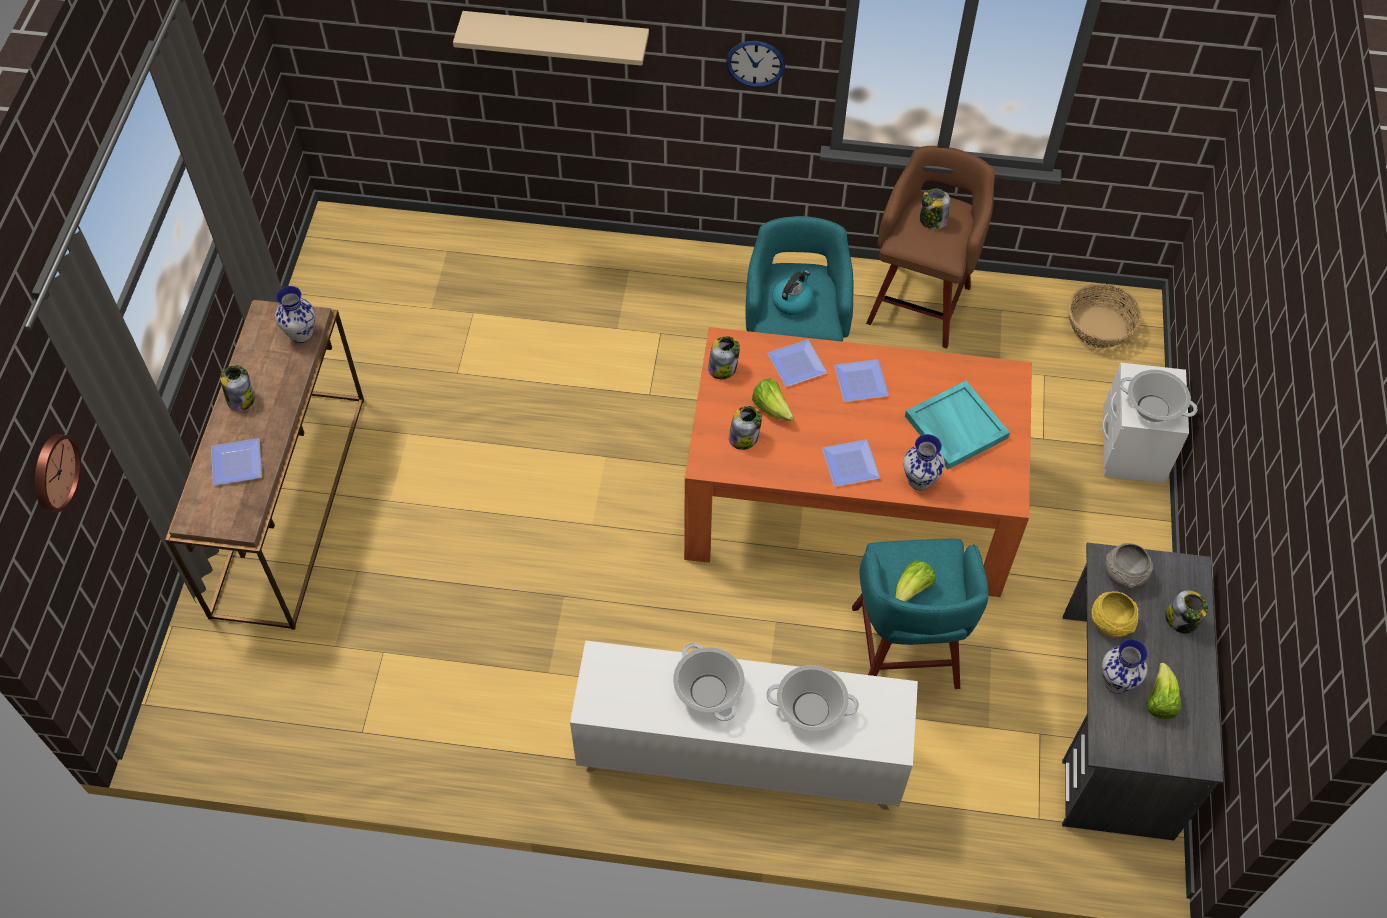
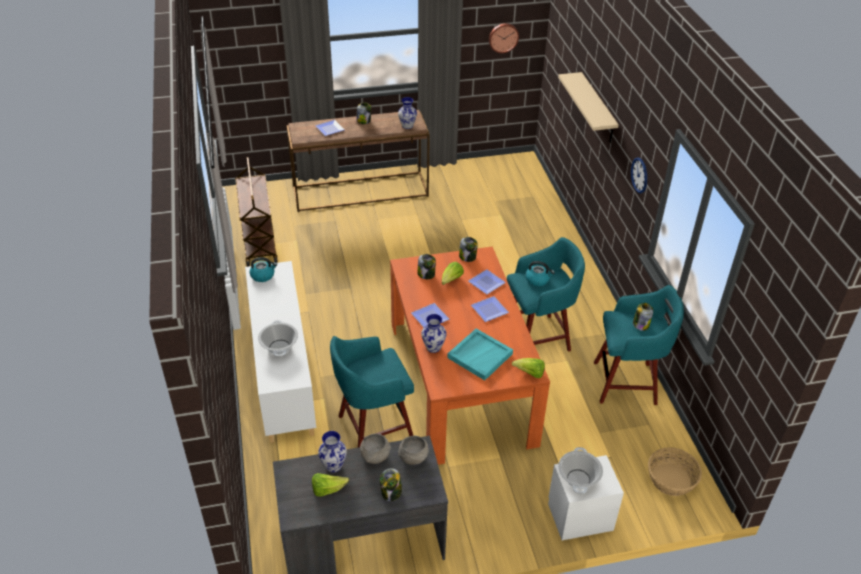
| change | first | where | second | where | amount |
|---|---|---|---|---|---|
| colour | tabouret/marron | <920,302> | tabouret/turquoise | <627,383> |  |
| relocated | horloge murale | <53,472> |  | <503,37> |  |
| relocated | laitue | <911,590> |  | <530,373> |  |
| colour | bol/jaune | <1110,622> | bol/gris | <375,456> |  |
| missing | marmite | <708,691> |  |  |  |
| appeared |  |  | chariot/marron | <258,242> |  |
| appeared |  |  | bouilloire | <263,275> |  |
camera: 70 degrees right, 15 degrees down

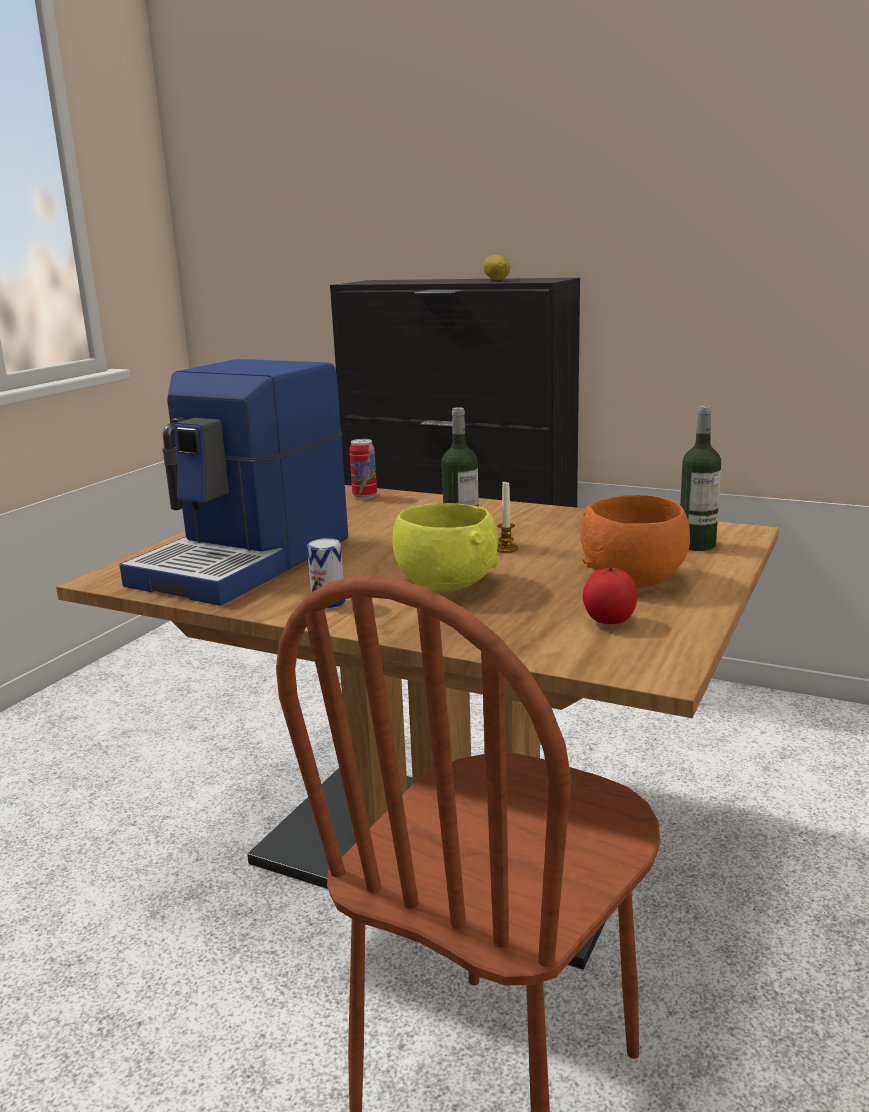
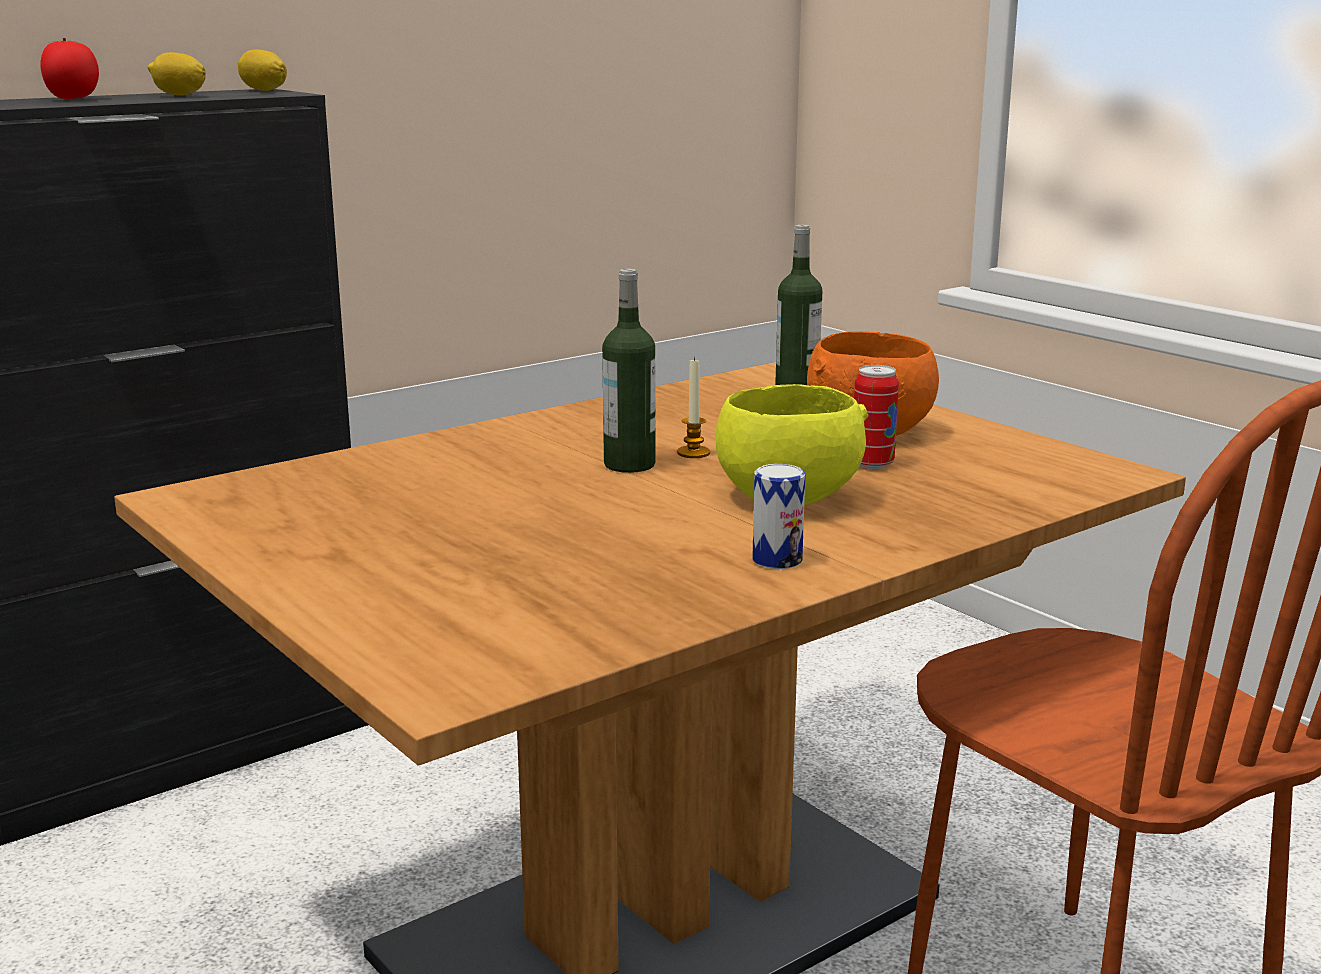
| change | first | where | second | where | amount |
|---|---|---|---|---|---|
| missing | machine à café | <247,560> |  |  |  |
| relocated | boîte métallique | <364,496> |  | <872,464> |  |
| relocated | tomate | <608,622> |  | <72,99> |  |
| appeared |  |  | citron | <263,90> |  |
camera: 65 degrees left, 0 degrees up

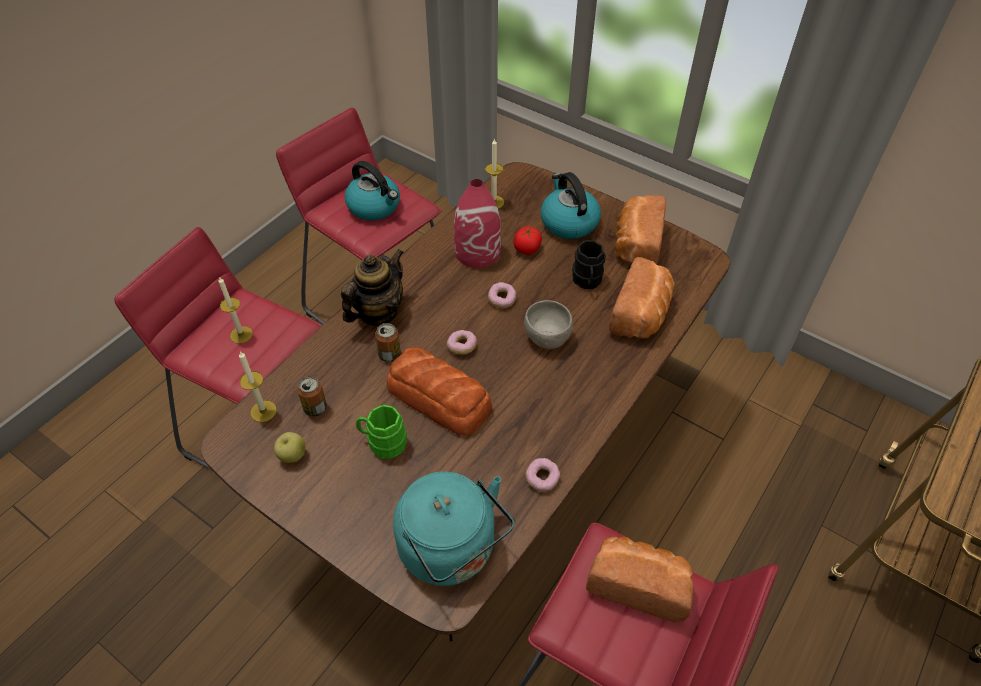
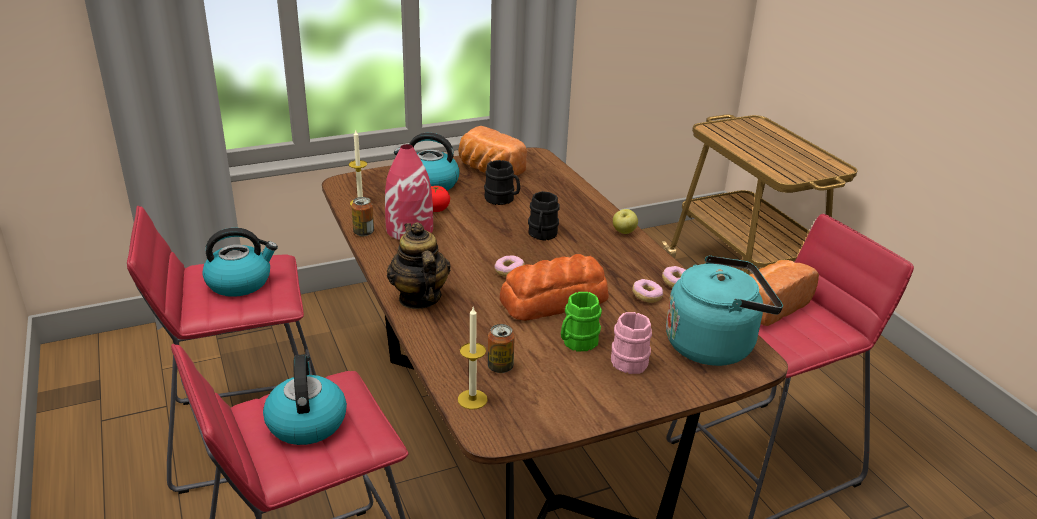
| change | first | where | second | where | amount |
|---|---|---|---|---|---|
| missing | pain | <641,315> |  |  |  |
| exchanged | bougie | <241,335> | bouilloire | <306,422> |  |
| relocated | beignet | <502,300> |  | <647,297> |  |
| exchanged | bol/gris | <546,339> | mug/noir | <542,235> |  |
| relocated | boîte métallique | <389,355> |  | <363,232> |  |
| relocated | pomme | <292,455> |  | <624,232> |  |
| appeared |  |  | mug/rose | <628,358> |  |
camera: 60 degrees left, 20 degrees down

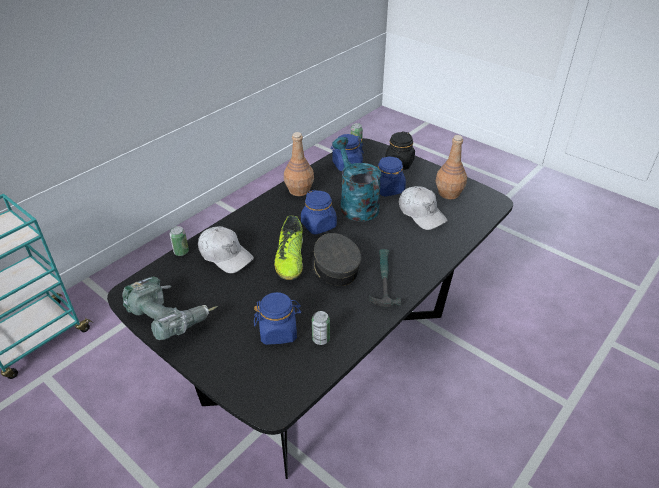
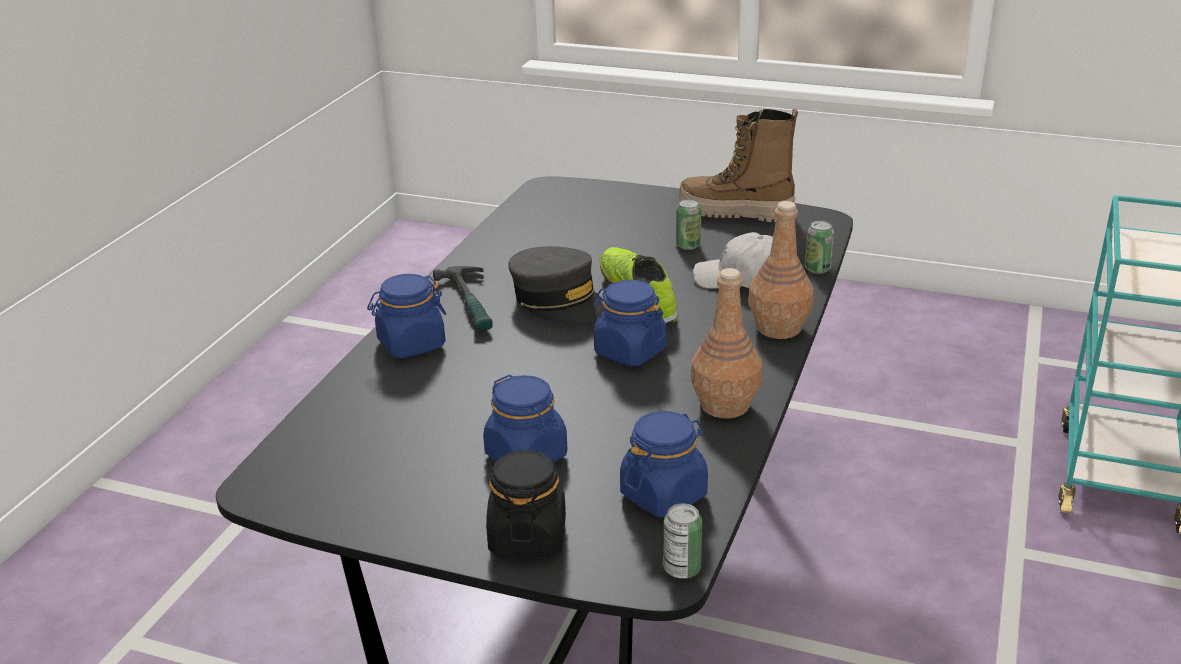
| change | first | where | second | where | amount |
|---|---|---|---|---|---|
| relocated | bouteille/marron | <448,193> |  | <779,328> |  |
| missing | arrosoir/turquoise | <355,204> |  |  |  |
| missing | casquette/blanc | <421,214> |  |  |  |
| exchanged | perceuse | <170,319> | botte | <735,213> |  |
| relocated | bocal/bleu | <278,332> |  | <411,344> |  |
| relocated | boîte métallique | <321,339> |  | <688,245> |  |
camera: 160 degrees right, 10 degrees down

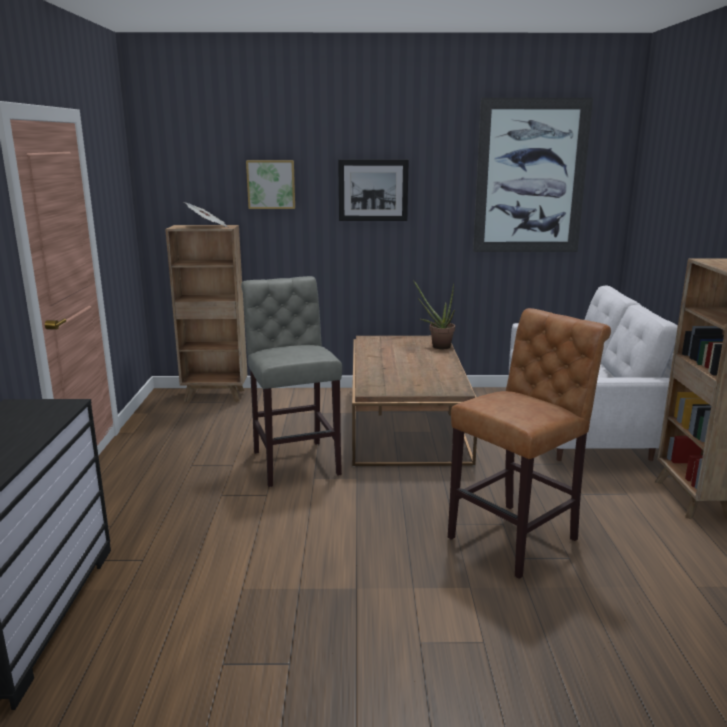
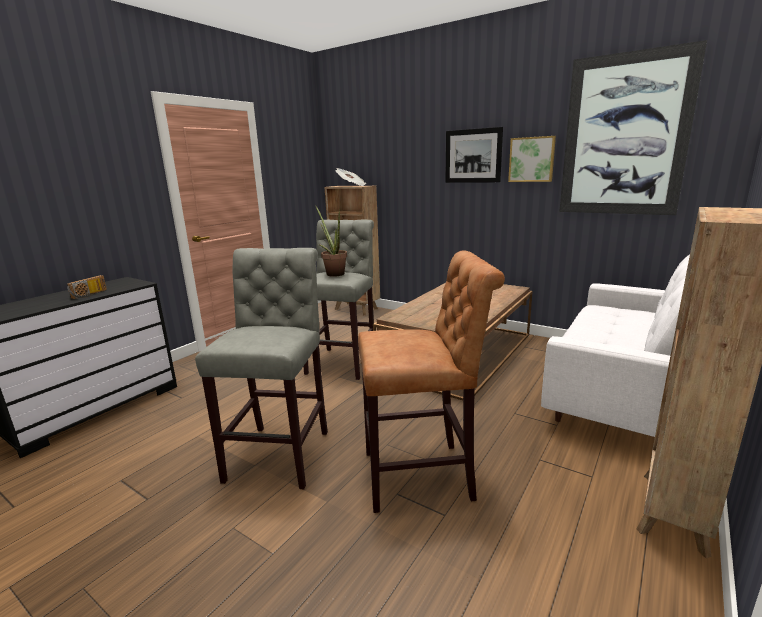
| change | first | where | second | where | amount |
|---|---|---|---|---|---|
| relocated | tableau | <271,184> |  | <531,159> |  |
| relocated | plante en pot | <437,346> |  | <333,273> |  |
| appeared |  |  | tabouret/gris | <281,452> |  |
| appeared |  |  | radio | <90,294> |  |
camera: 35 degrees right, 0 degrees up

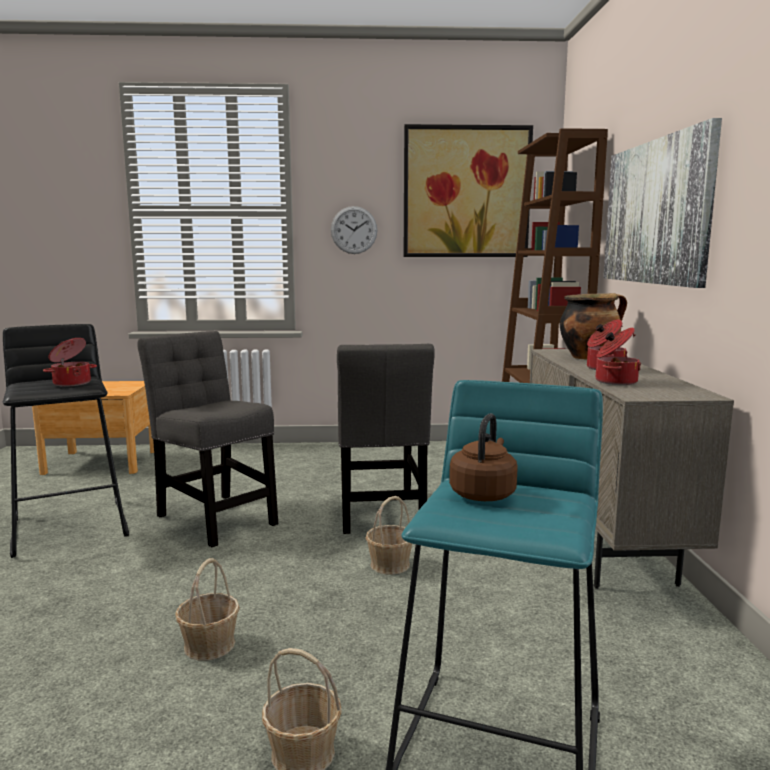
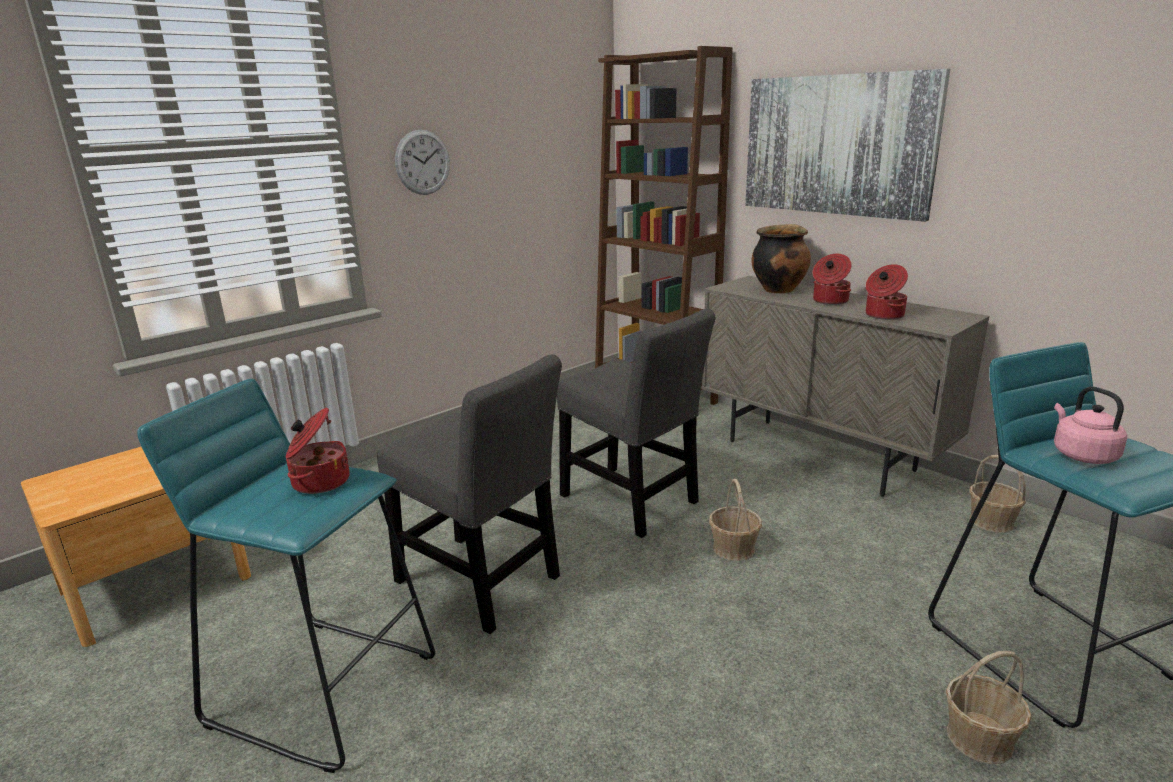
| change | first | where | second | where | amount |
|---|---|---|---|---|---|
| missing | tableau | <466,192> |  |  |  |
| colour | tabouret/noir | <71,526> | tabouret/turquoise | <323,687> |  |
| spun | chaise/gris | <214,517> |  | <482,583> | 150 degrees counterclockwise |
| colour | bouilloire/marron | <483,493> | bouilloire/rose | <1081,455> |  |
| relocated | panier | <209,645> |  | <991,522> |  |
camera: 40 degrees left, 10 degrees up

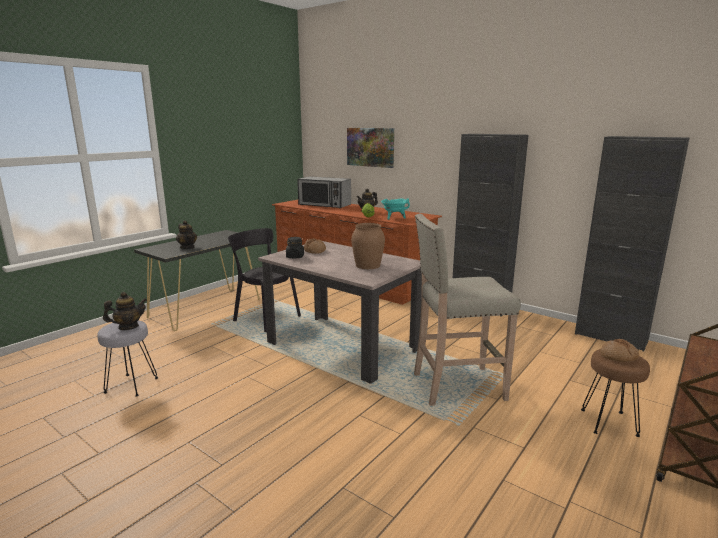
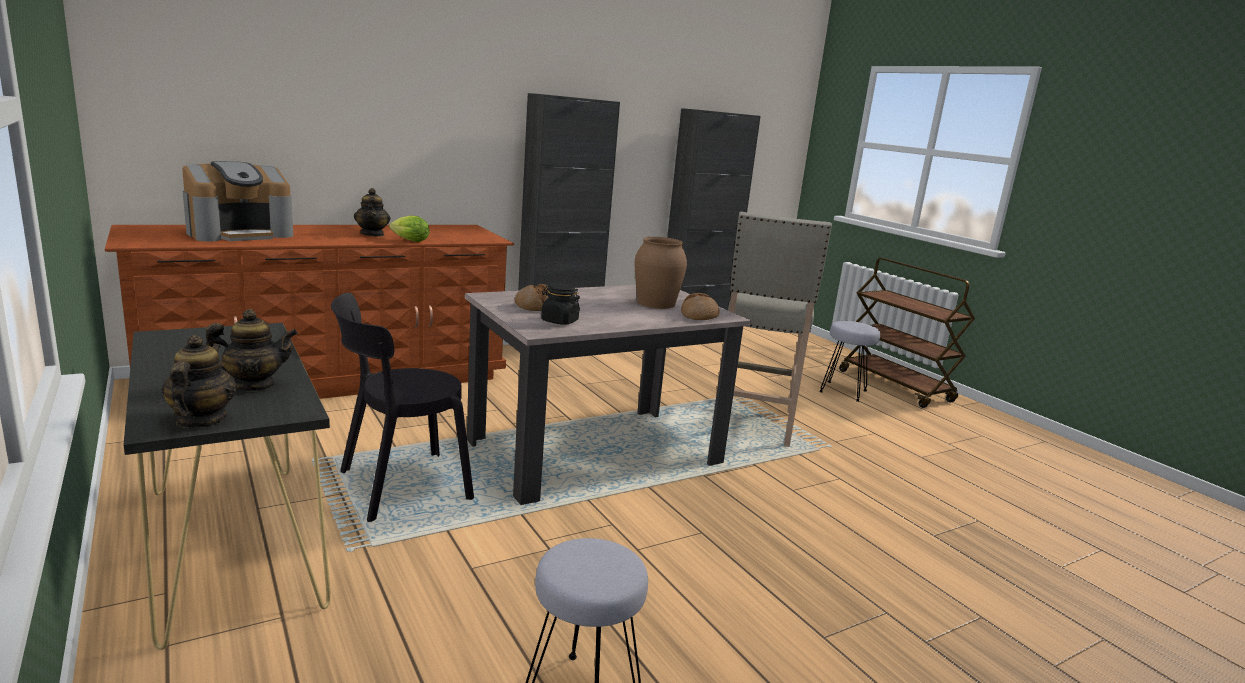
| change | first | where | second | where | amount |
|---|---|---|---|---|---|
| missing | tableau | <370,147> |  |  |  |
| exchanged | micro-ondes | <324,205> | machine à café | <240,234> |  |
| missing | marmite/turquoise | <394,218> |  |  |  |
| relocated | théière | <128,327> |  | <201,420> |  |
| relocated | pain | <618,356> |  | <699,315> |  |
| colour | tabouret/marron | <609,423> | tabouret/gris | <843,392> |  |
camera: 70 degrees left, 0 degrees up

